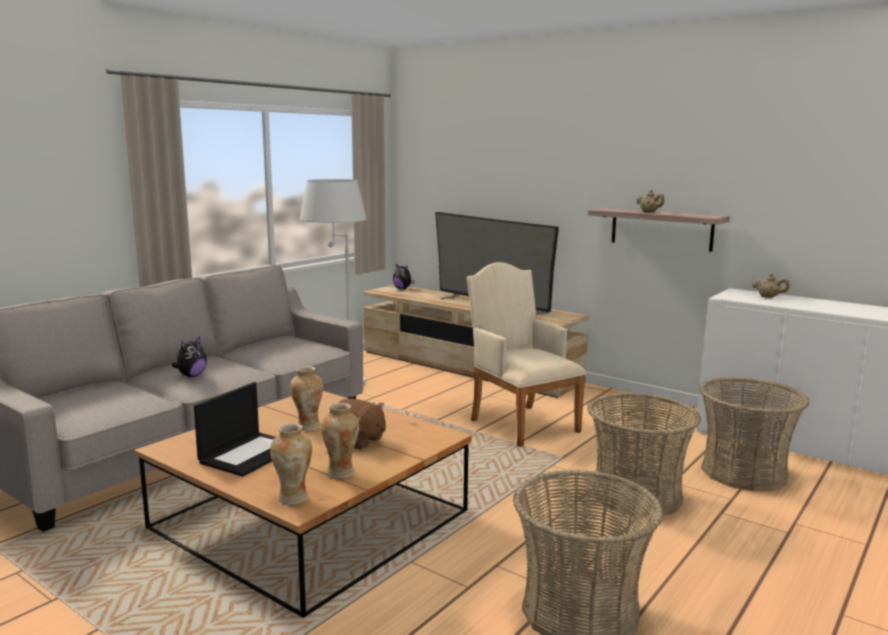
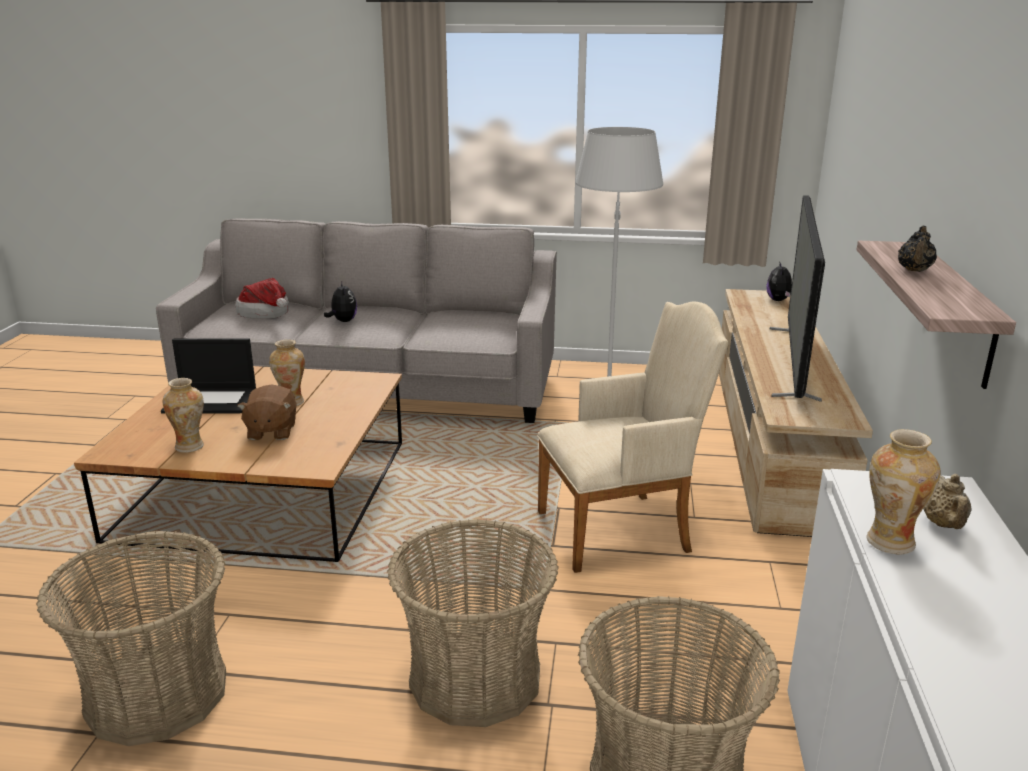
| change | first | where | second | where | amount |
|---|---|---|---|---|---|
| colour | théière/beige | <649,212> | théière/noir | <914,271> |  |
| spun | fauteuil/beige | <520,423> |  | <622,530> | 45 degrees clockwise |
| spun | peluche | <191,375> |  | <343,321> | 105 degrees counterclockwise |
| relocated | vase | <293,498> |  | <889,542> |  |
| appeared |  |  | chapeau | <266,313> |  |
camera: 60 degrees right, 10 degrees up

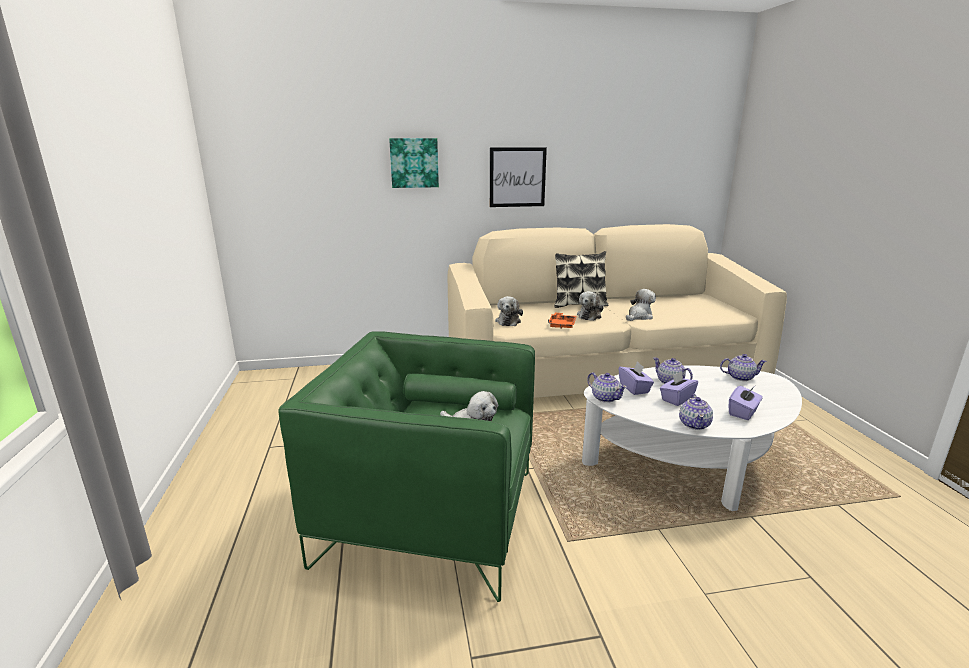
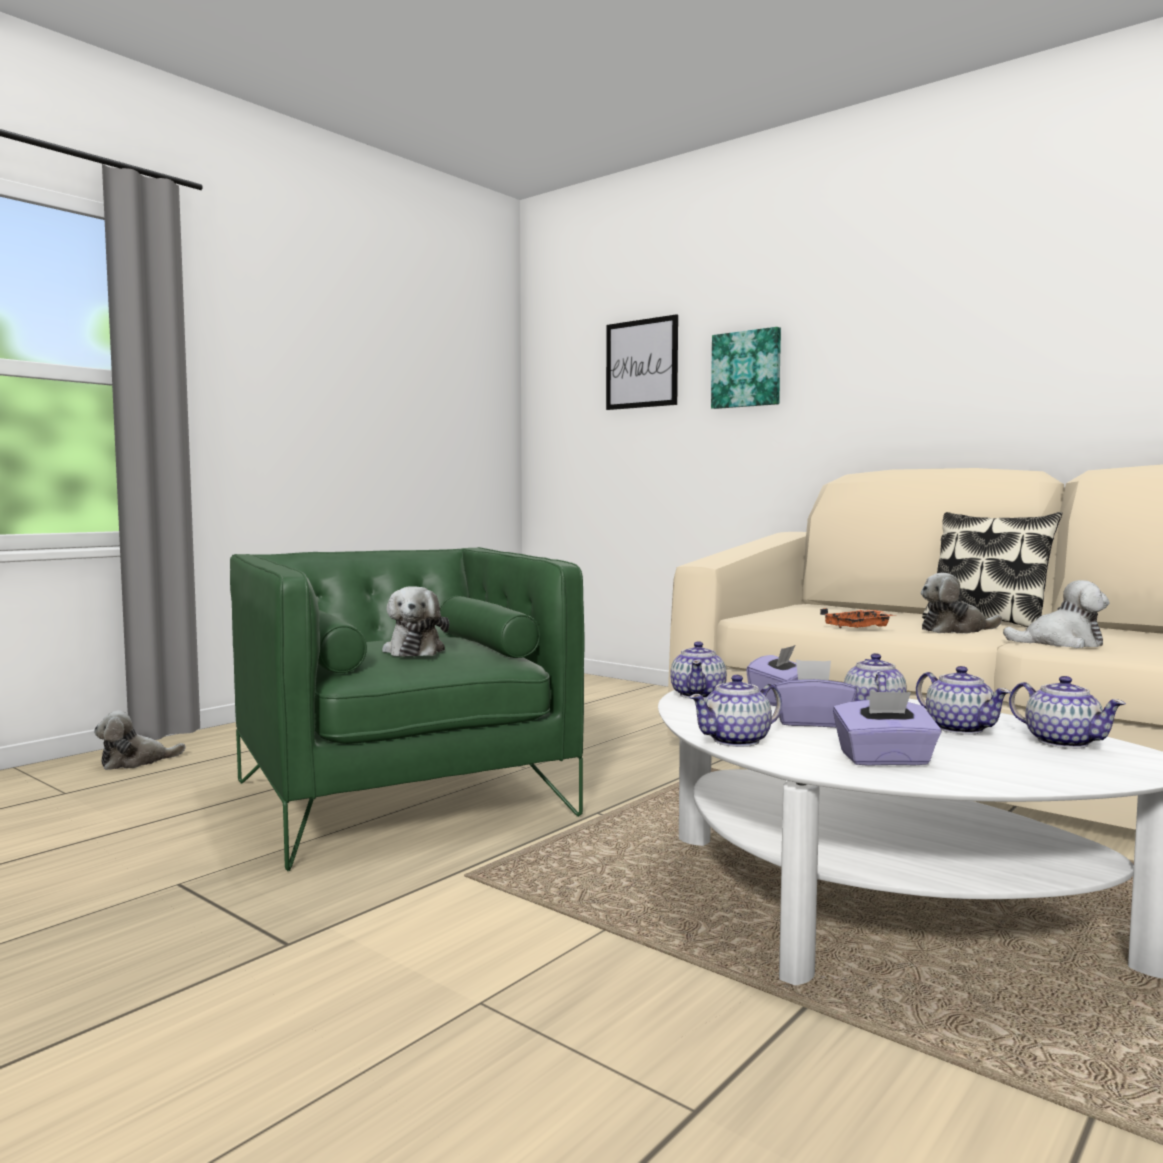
| change | first | where | second | where | amount |
|---|---|---|---|---|---|
| relocated | tableau | <517,177> |  | <641,364> |  |
| relocated | peluche | <508,321> |  | <135,762> |  |
| appeared |  |  | théière | <959,728> |  |
camera: 50 degrees right, 15 degrees down

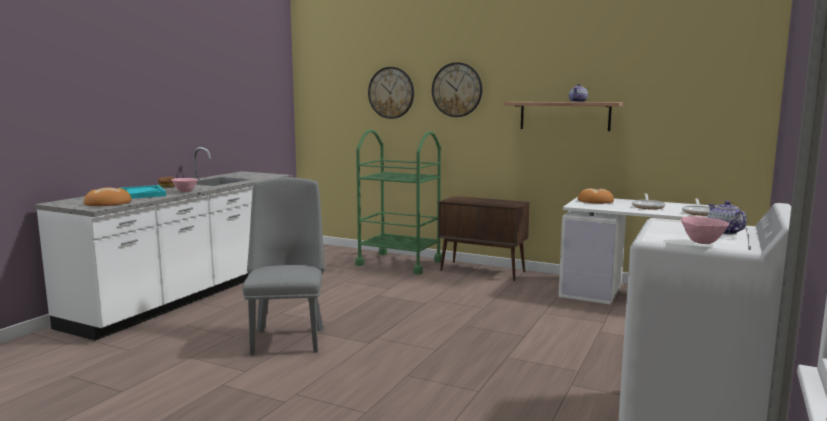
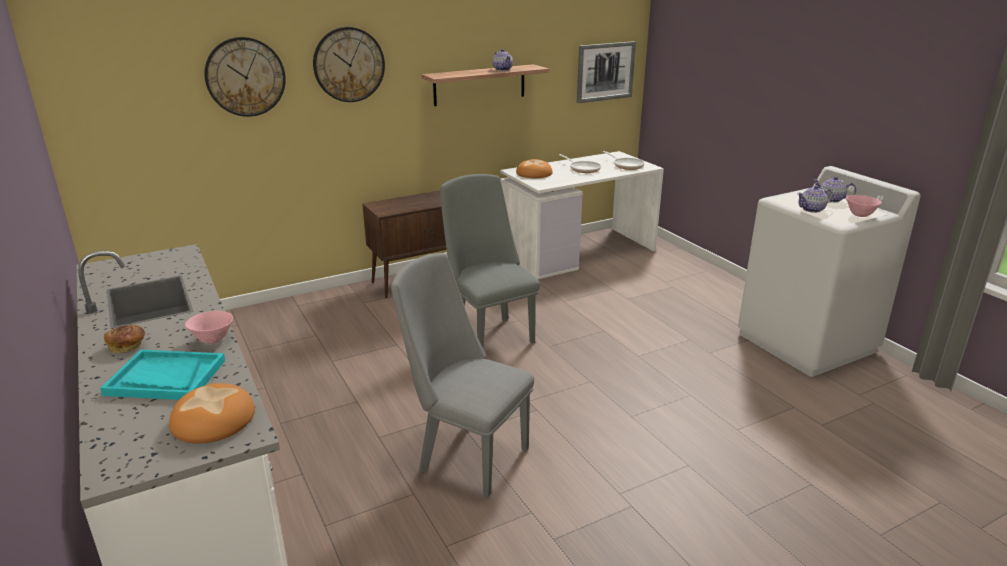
| change | first | where | second | where | amount |
|---|---|---|---|---|---|
| missing | chariot/vert | <399,263> |  |  |  |
| appeared |  |  | tableau | <605,71> |  |
| appeared |  |  | chaise/gris | <489,334> |  |
| appeared |  |  | théière | <812,209> |  |
camera: 55 degrees left, 15 degrees up

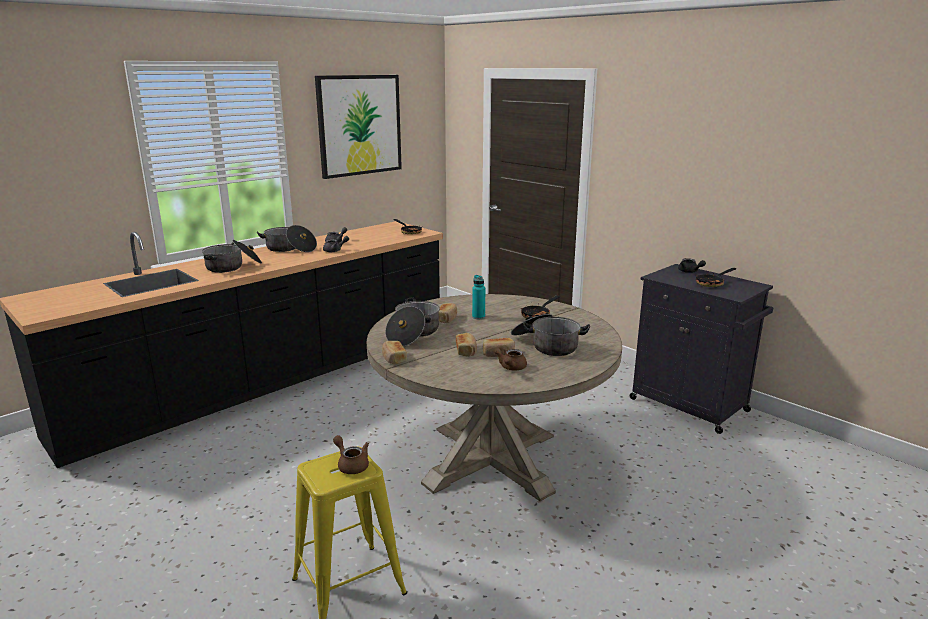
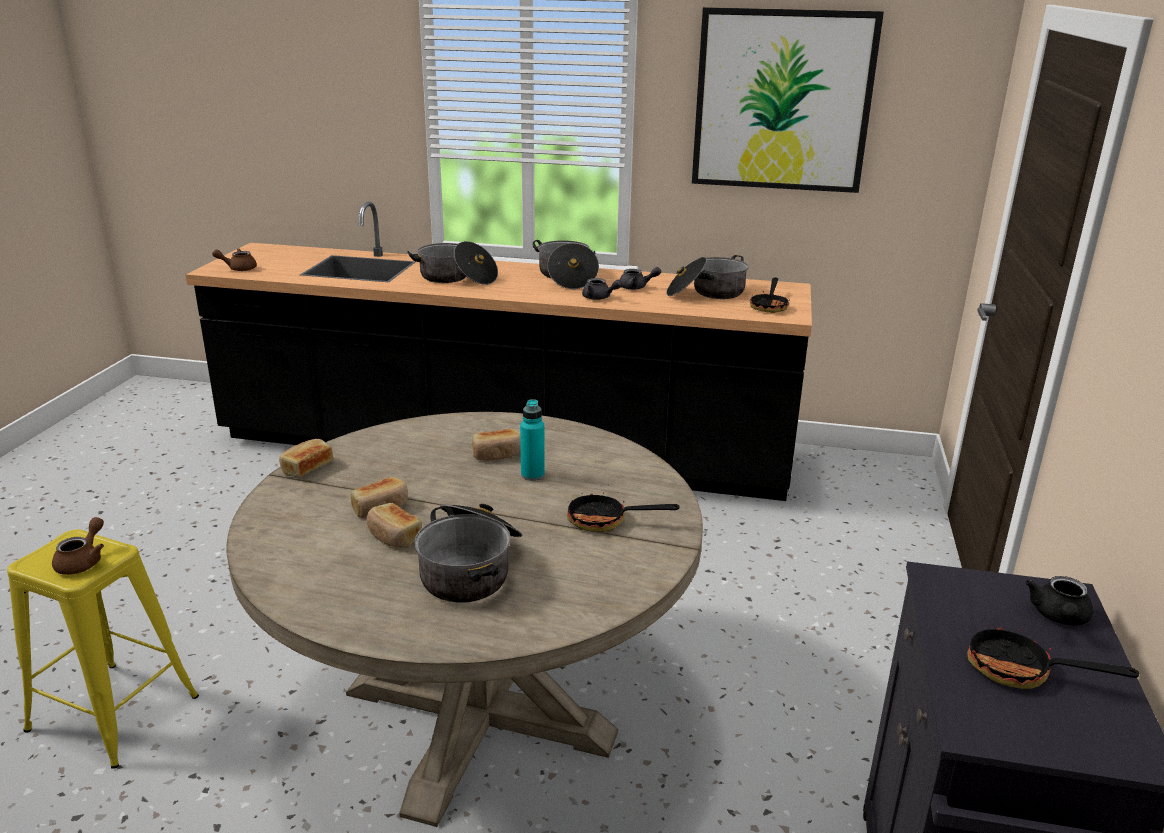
| change | first | where | second | where | amount |
|---|---|---|---|---|---|
| relocated | marmite | <413,334> |  | <706,293> |  |
| relocated | théière/marron | <511,368> |  | <238,268> |  |
camera: 55 degrees right, 5 degrees up

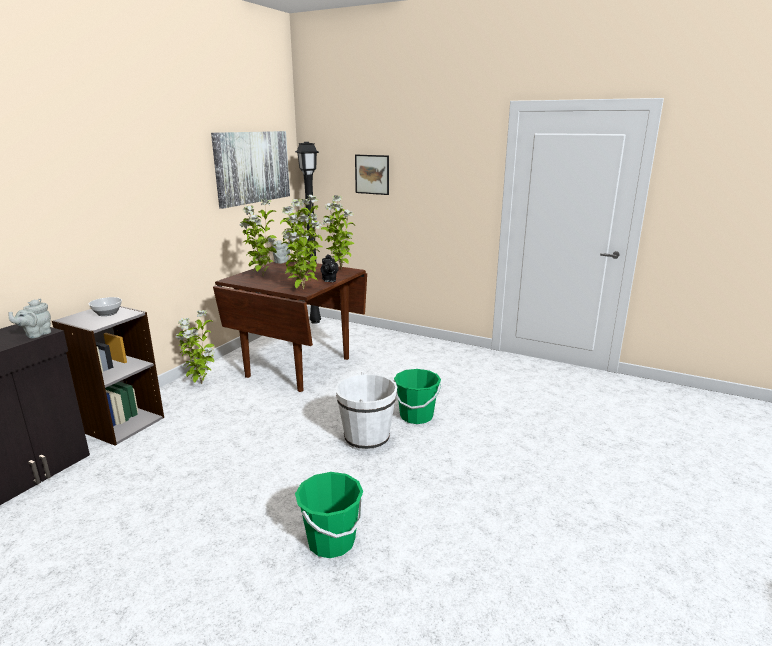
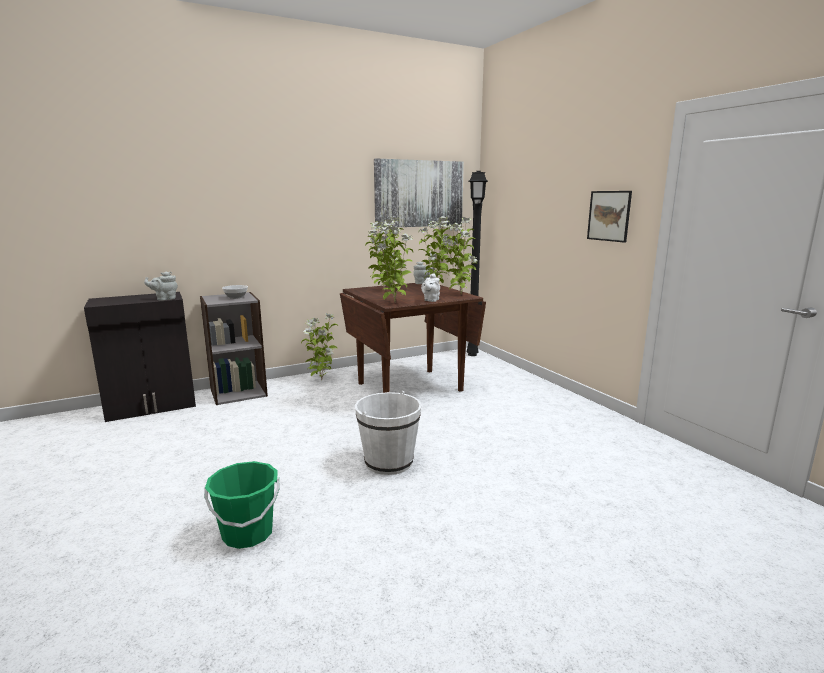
| change | first | where | second | where | amount |
|---|---|---|---|---|---|
| relocated | tableau | <372,174> |  | <609,216> |  |
| colour | théière/noir | <329,280> | théière/blanc | <431,300> |  |
| missing | seau/vert | <416,416> |  |  |  |
camera: 35 degrees right, 5 degrees down

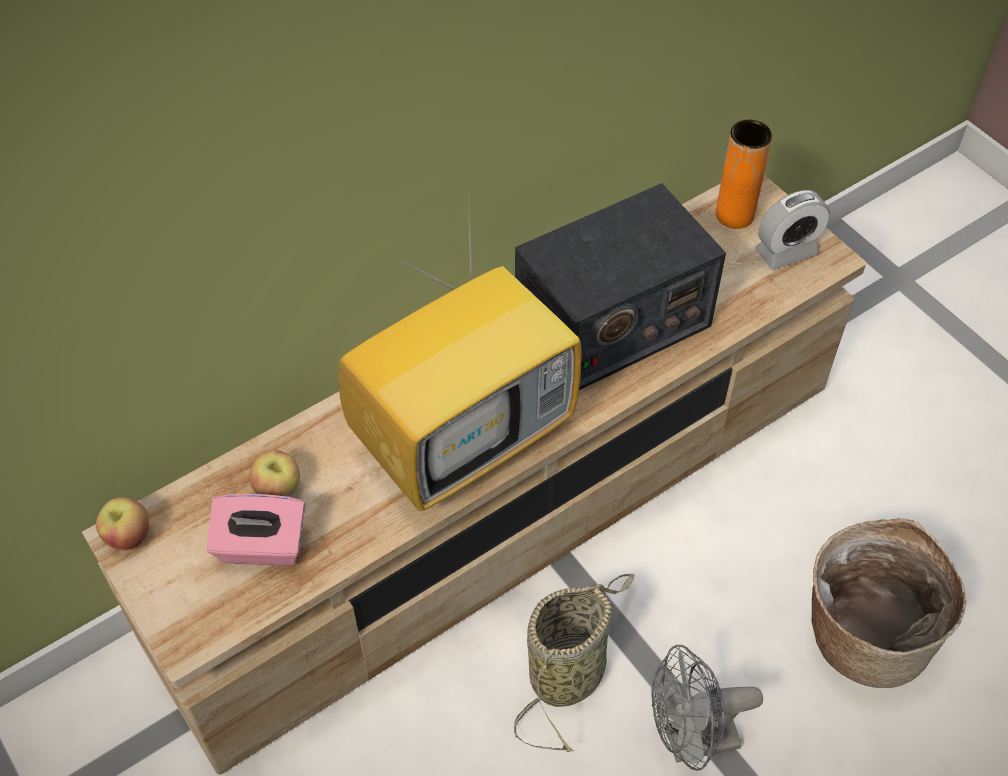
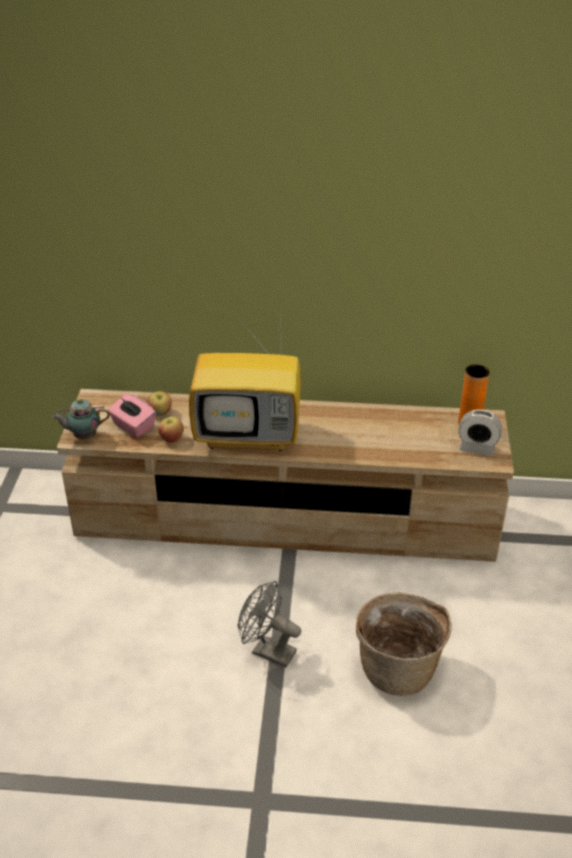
| change | first | where | second | where | amount |
|---|---|---|---|---|---|
| missing | radio | <611,324> |  |  |  |
| relocated | pomme | <128,536> |  | <171,438> |  |
| missing | panier | <570,671> |  |  |  |
| appeared |  |  | théière | <83,436> |  |
camera: 40 degrees right, 15 degrees down

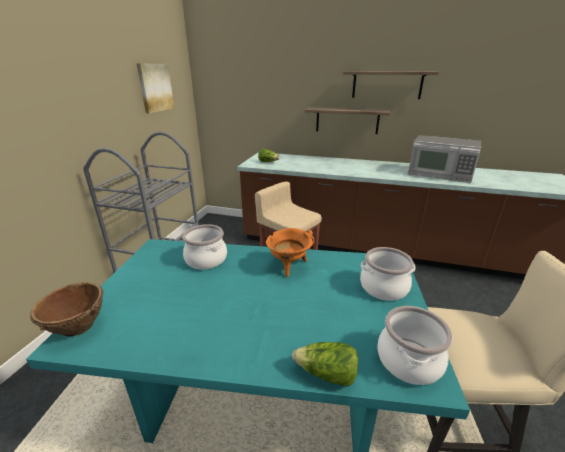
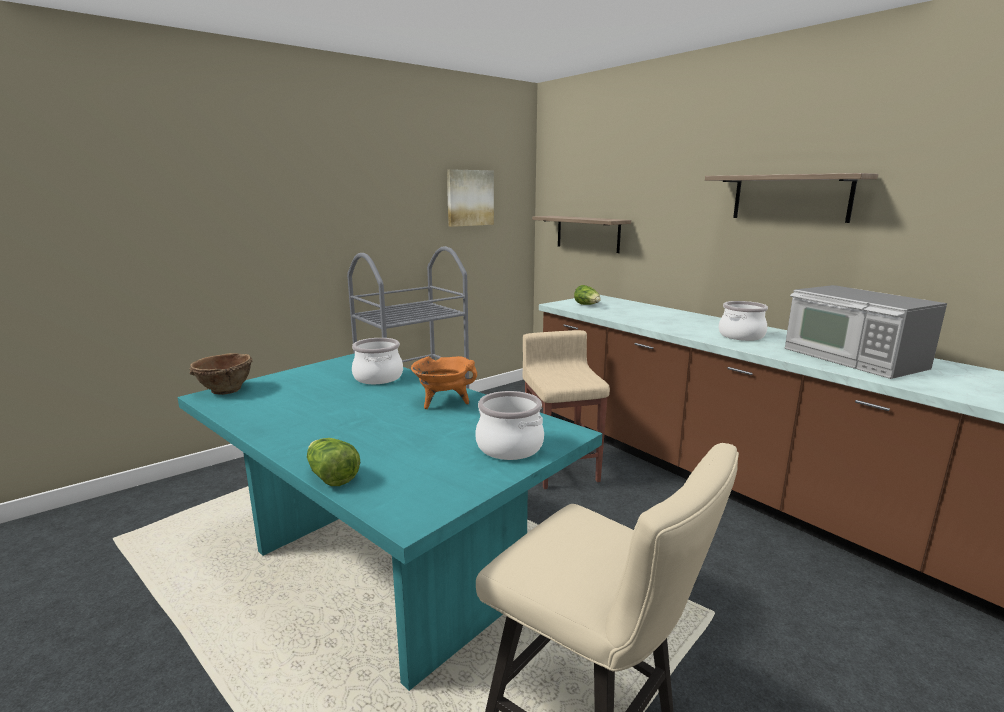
| change | first | where | second | where | amount |
|---|---|---|---|---|---|
| relocated | étagère | <347,120> |  | <587,233> |  |
| relocated | marmite | <408,360> |  | <740,336> |  |
camera: 35 degrees right, 10 degrees down

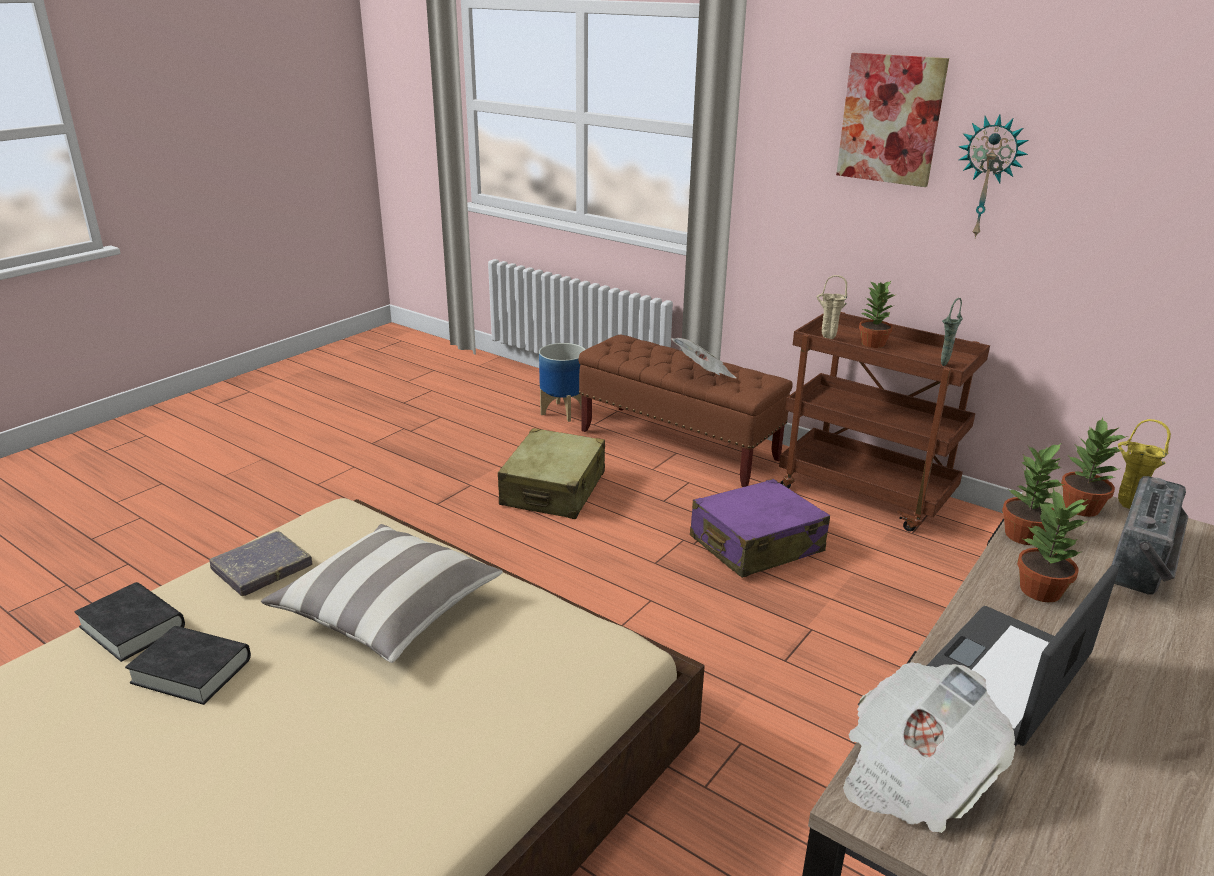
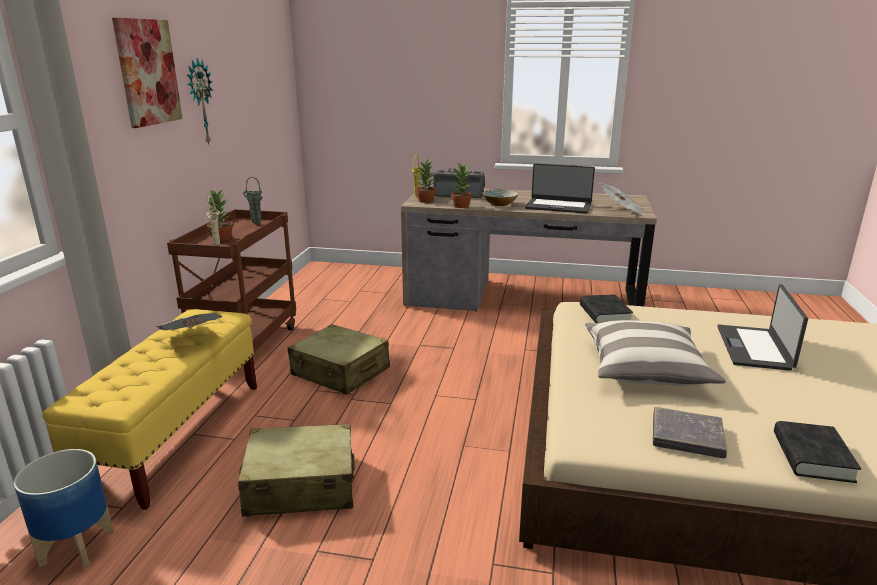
| change | first | where | second | where | amount |
|---|---|---|---|---|---|
| colour | banc/marron | <678,446> | banc/jaune | <176,436> |  |
| colour | valise/violet | <755,545> | valise/beige | <340,372> |  |
| exchanged | plante en pot | <1041,591> | bol | <500,204> |  |
| relocated | livre/noir | <192,670> |  | <604,314> |  |
| appeared |  |  | ordinateur portable | <755,348> |  |
camera: 115 degrees left, 5 degrees down

